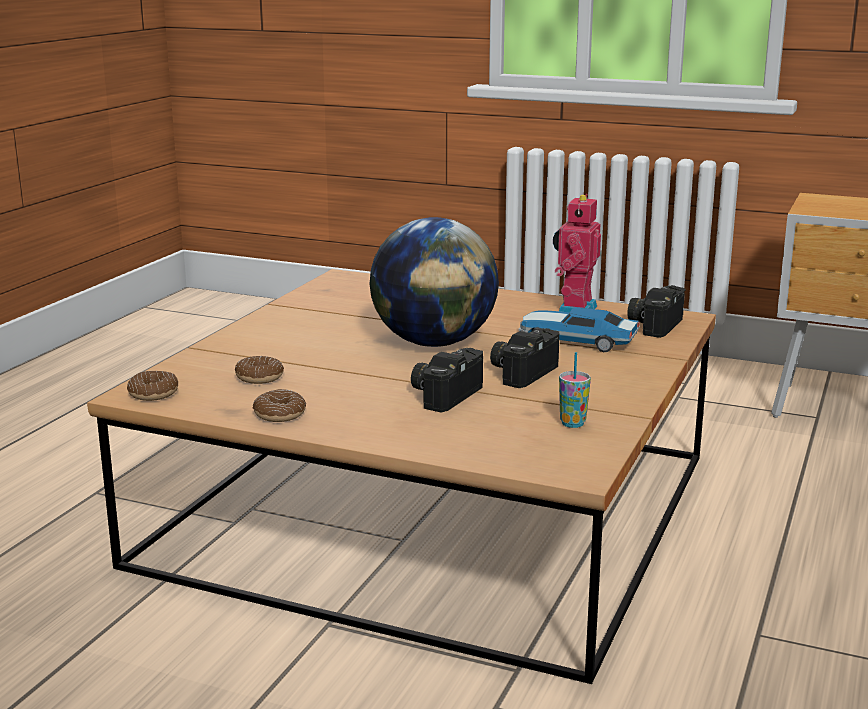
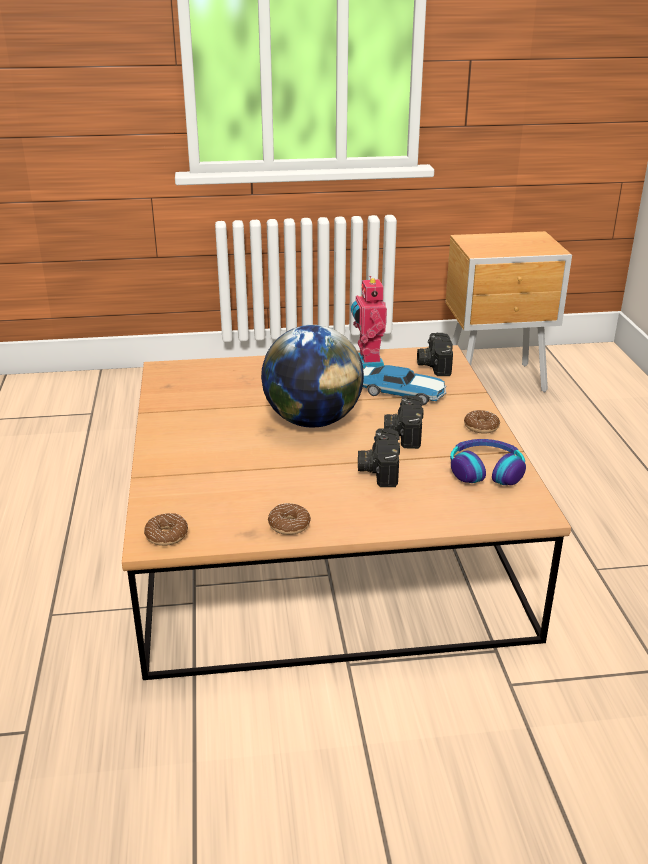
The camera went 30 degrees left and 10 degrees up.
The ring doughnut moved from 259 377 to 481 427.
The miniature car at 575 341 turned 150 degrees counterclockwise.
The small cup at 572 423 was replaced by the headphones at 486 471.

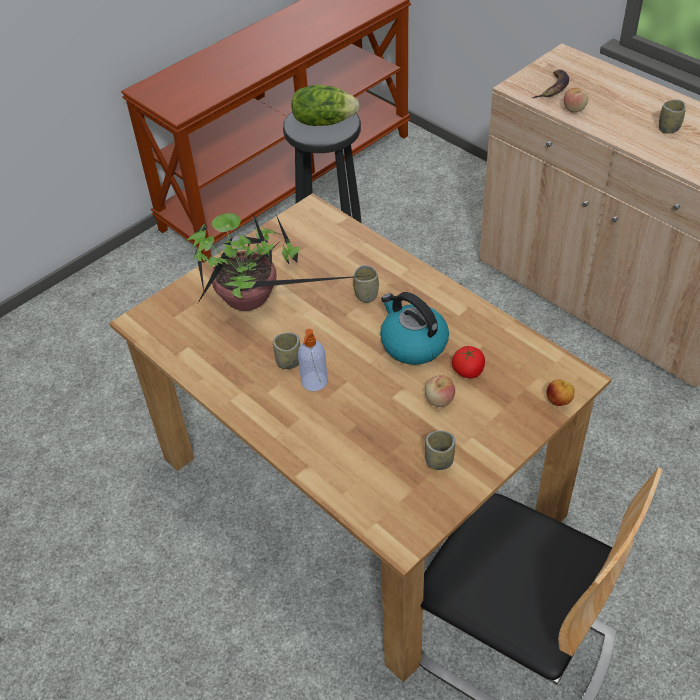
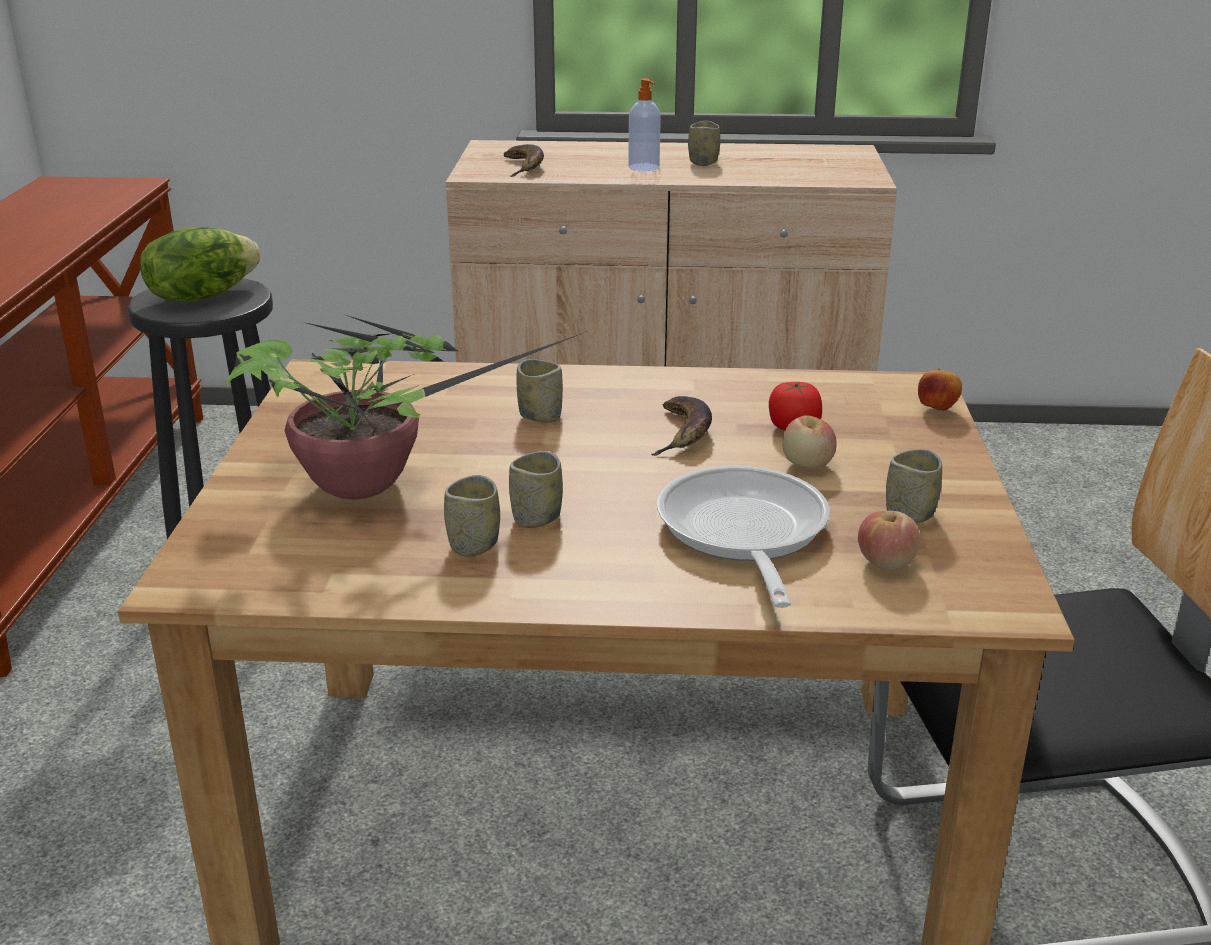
The camera went 45 degrees left and 20 degrees down.
The liquid soap bottle moved from 314 382 to 644 167.
The tea kettle at 412 344 was replaced by the banana fruit at 682 433.
The whole apple moved from 574 109 to 885 563.
The small cup at 473 545 appeared.
The frying pan at 743 534 appeared.

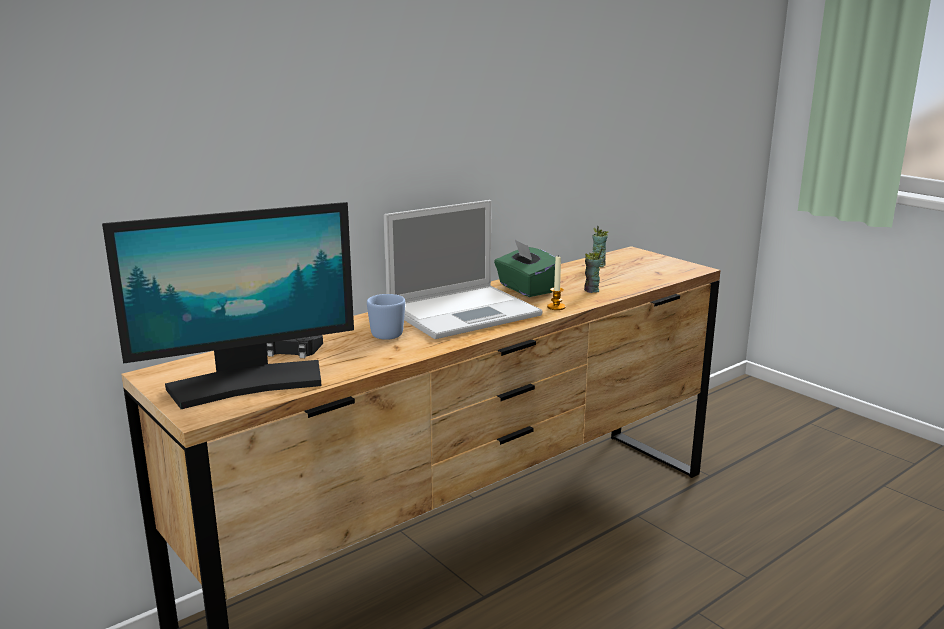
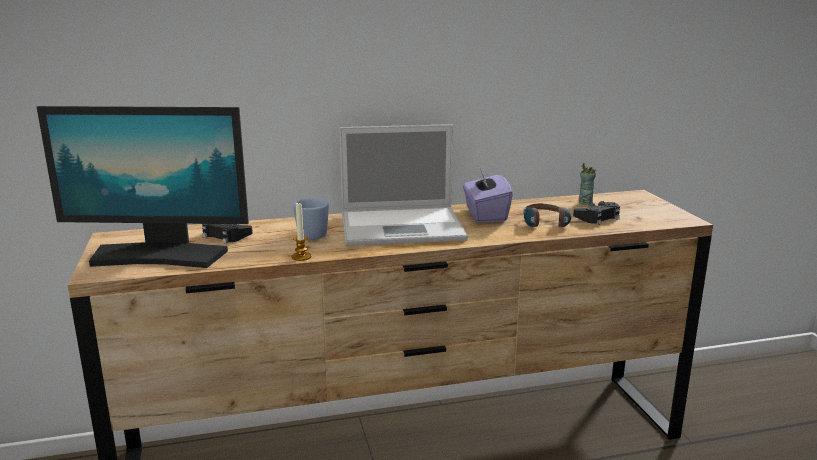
The camera went 25 degrees right and 0 degrees up.
The green tissue holder at 525 289 became the purple-coloured tissue holder at 485 215.
The wax candle moved from 556 307 to 301 257.
The small cup at 591 290 was replaced by the headphones at 546 225.
The blackish gamepad at 597 218 appeared.

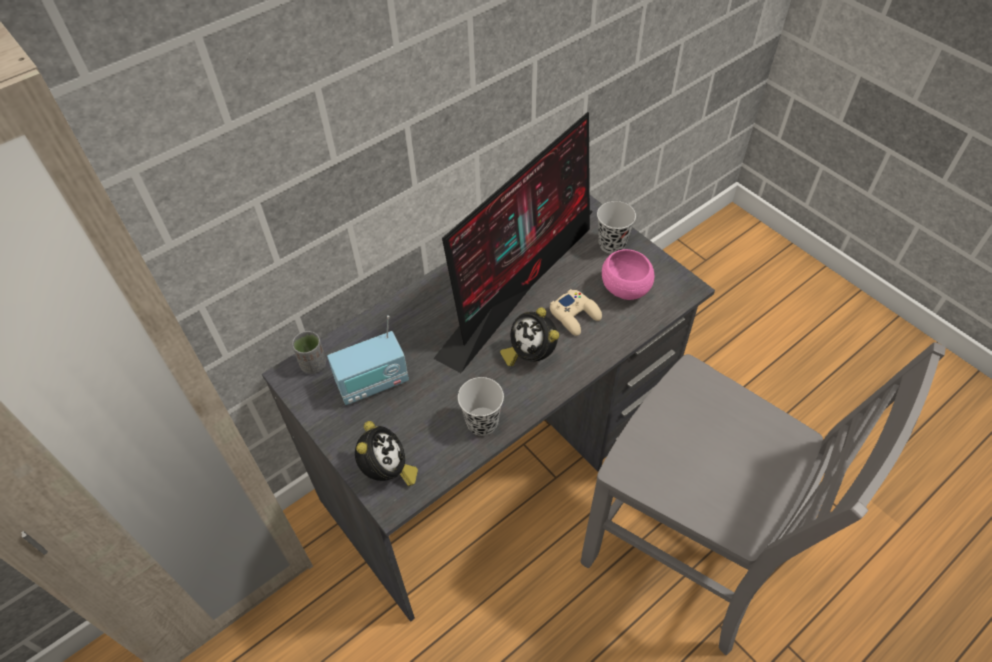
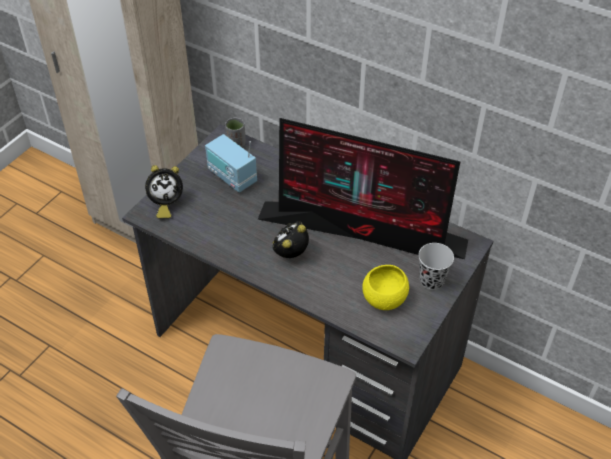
The camera went 70 degrees right and 5 degrees down.
The blackish small cup at 482 422 disappeared.
The beige gamepad at 575 316 disappeared.
The pink-coloured deep dish at 625 289 became the yellow deep dish at 384 299.

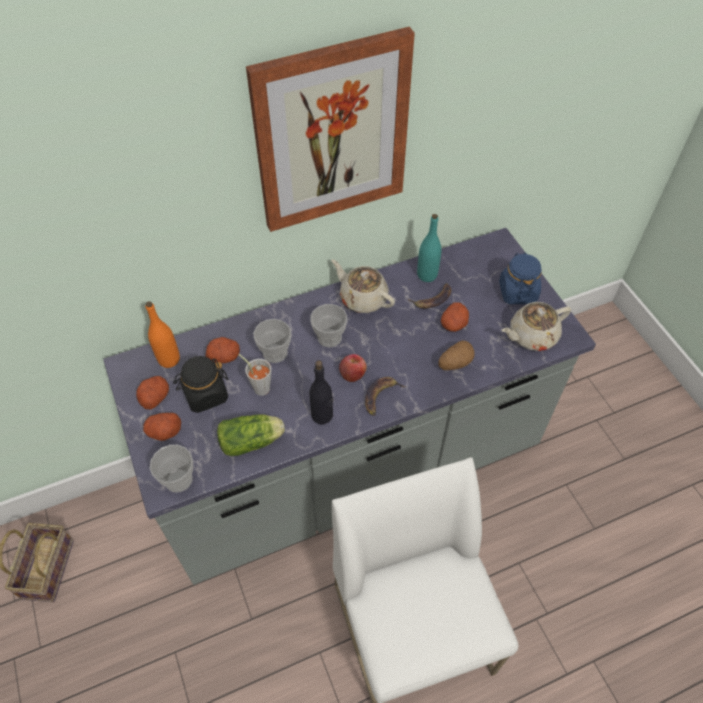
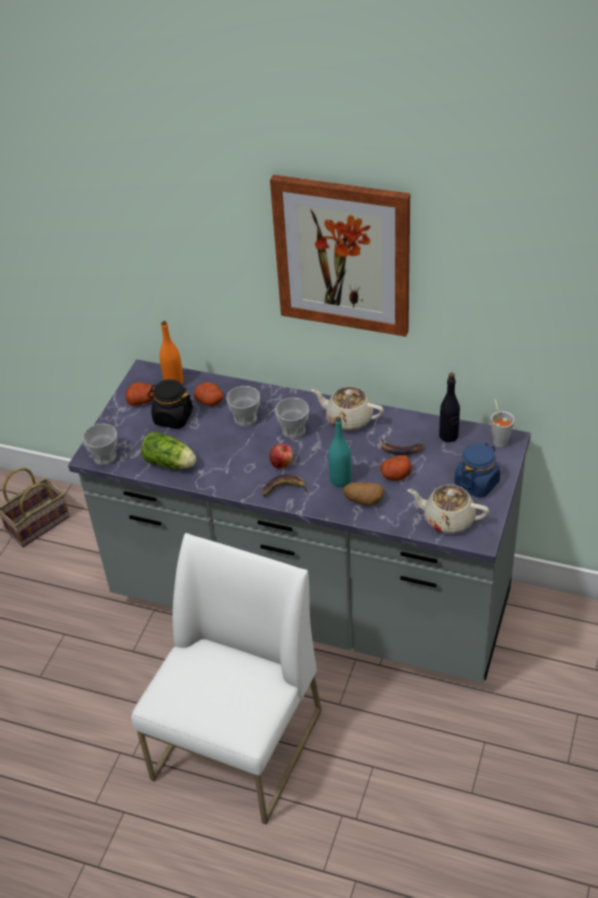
The camera went 45 degrees right and 10 degrees down.
The whole potato at 164 432 disappeared.
The greyish small cup moved from 259 386 to 499 440.
The blackish beverage bottle moved from 322 415 to 448 436.
The beige pot for tea at 362 298 turned 60 degrees counterclockwise.
The turquoise-coloured beverage bottle moved from 427 275 to 340 480.

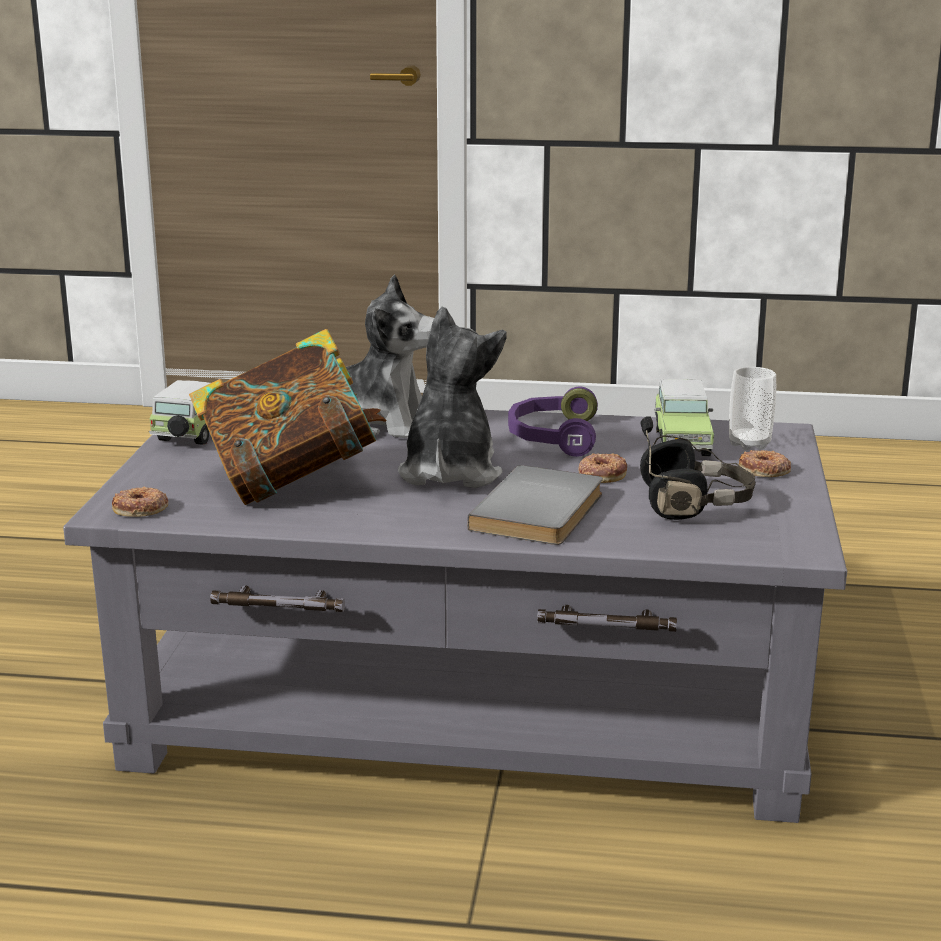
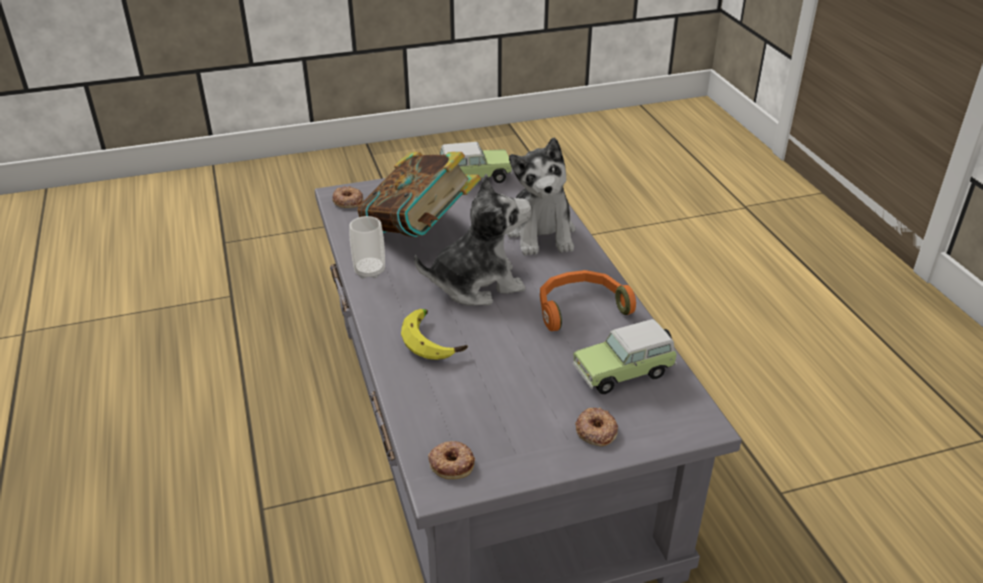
The camera went 65 degrees right and 15 degrees up.
The greyish book at 542 512 was replaced by the banana fruit at 434 340.
The purple-coloured headphones at 552 437 became the orange-coloured headphones at 580 308.
The ring doughnut moved from 601 474 to 451 463.
The blackish headphones at 694 505 disappeared.
The small cup moved from 749 444 to 369 271.

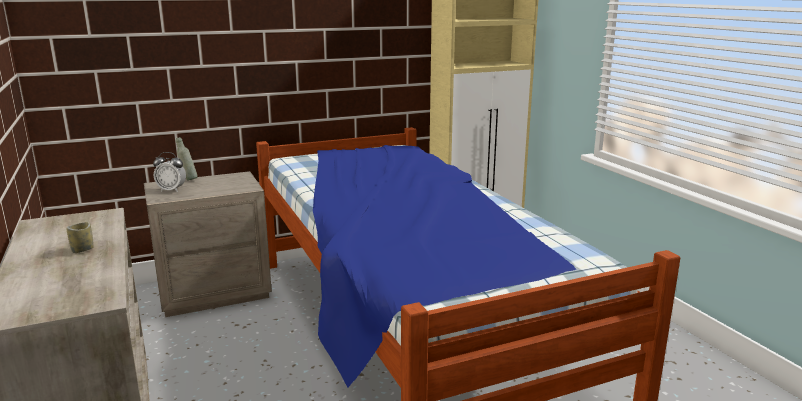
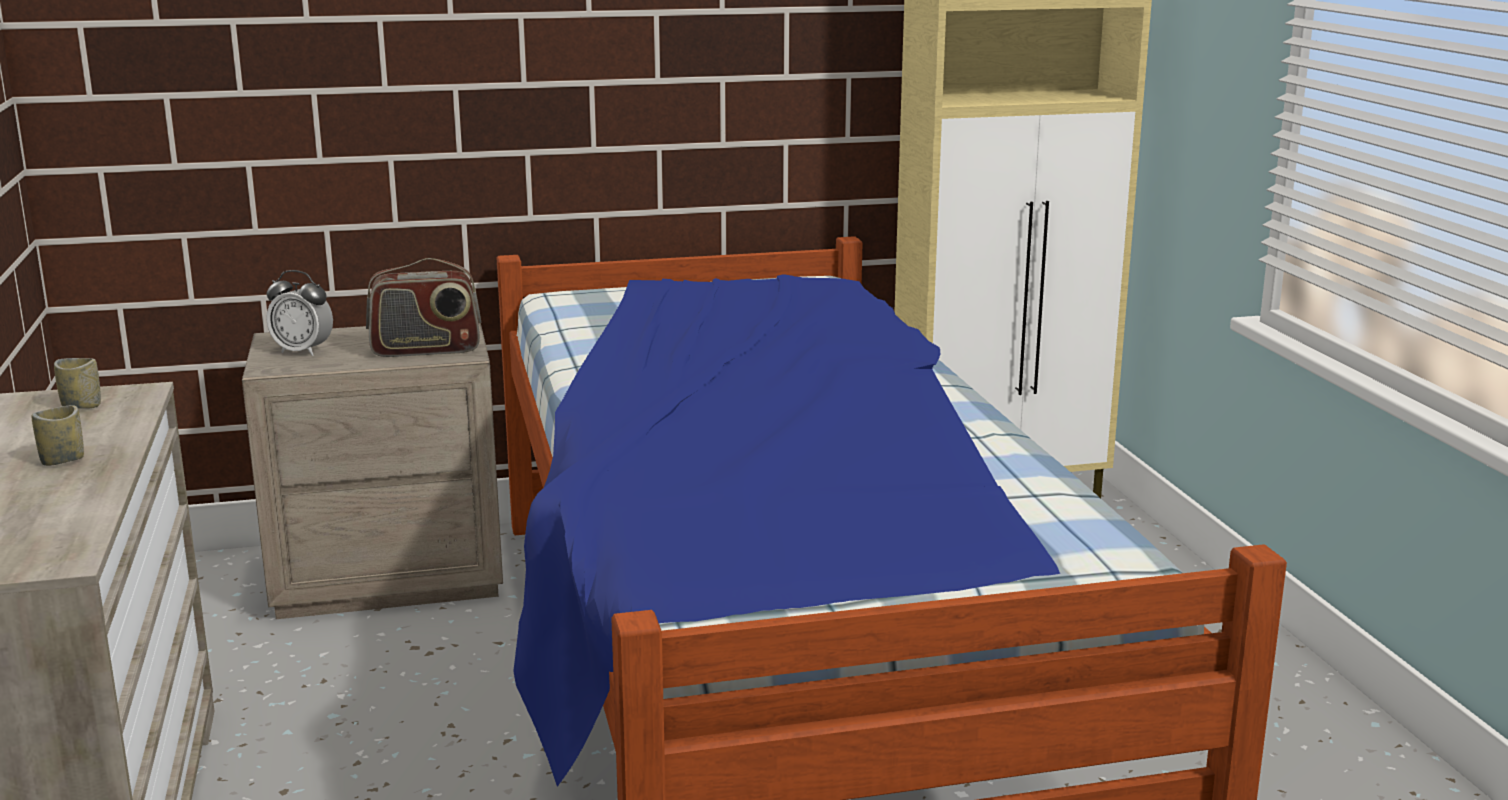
The camera went 10 degrees right and 0 degrees up.
The greyish beverage bottle at 188 179 disappeared.
The small cup at 81 406 appeared.
The radio at 426 350 appeared.

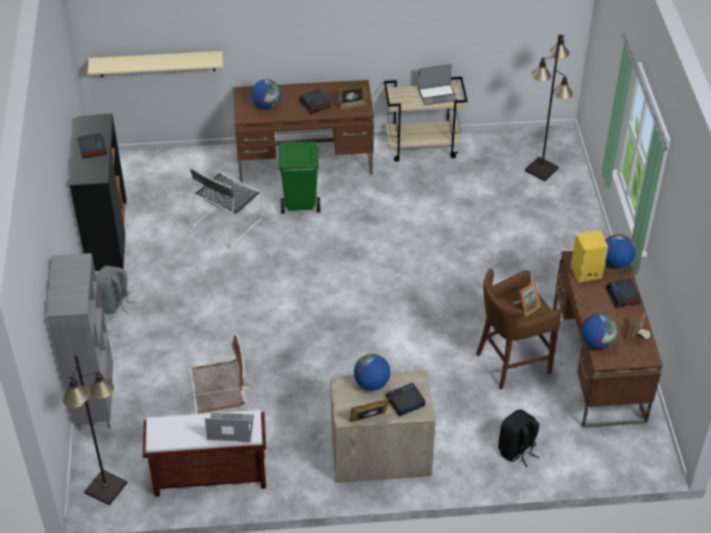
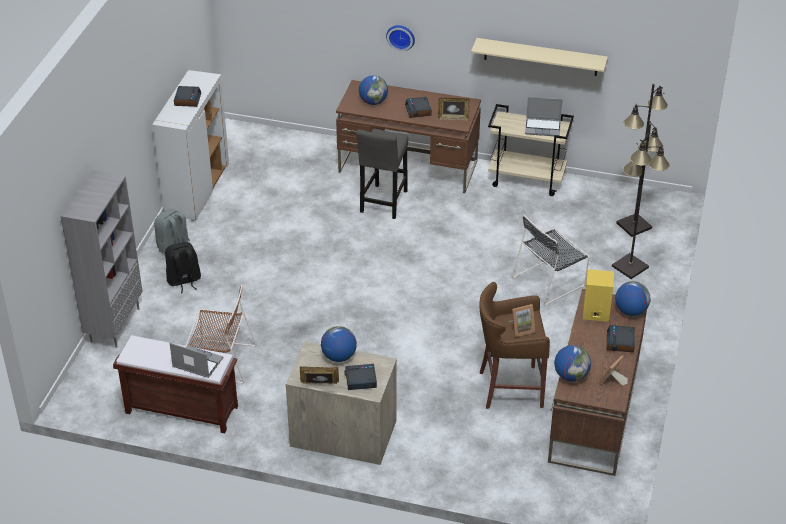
The camera went 20 degrees right and 5 degrees down.
The blackish floor lamp moved from 105 488 to 629 267.
The blackish cupboard at 107 236 became the white-coloured cupboard at 197 190.
The beige shelf moved from 157 64 to 540 57.
The blackish chair moved from 228 222 to 550 280.
The green waste bin at 300 204 was replaced by the greyish stool seat at 383 203.
The blackish backpack moved from 517 450 to 184 281.
The wall clock at 401 36 appeared.

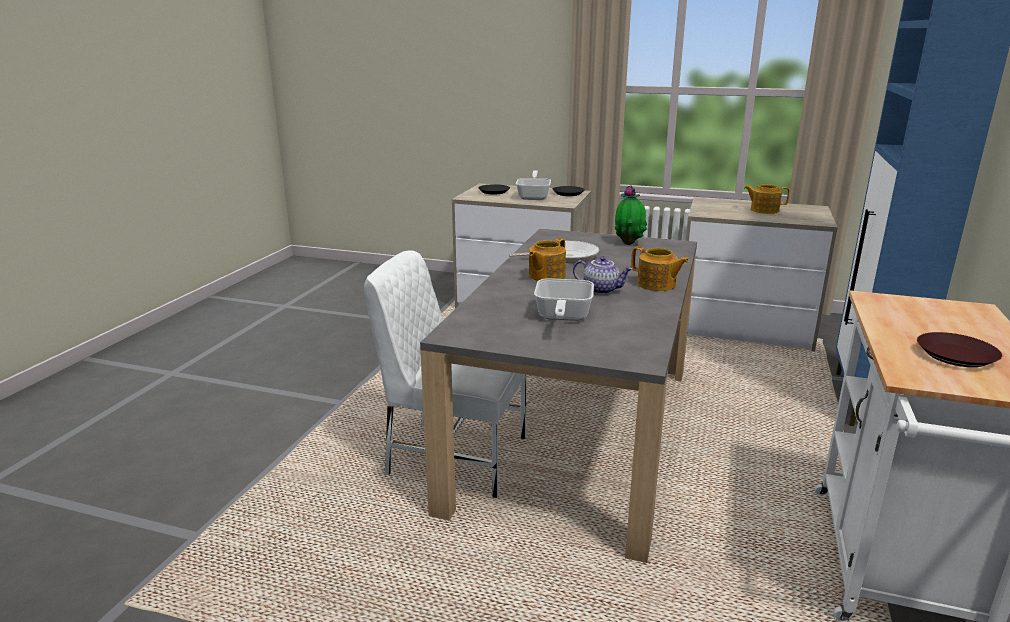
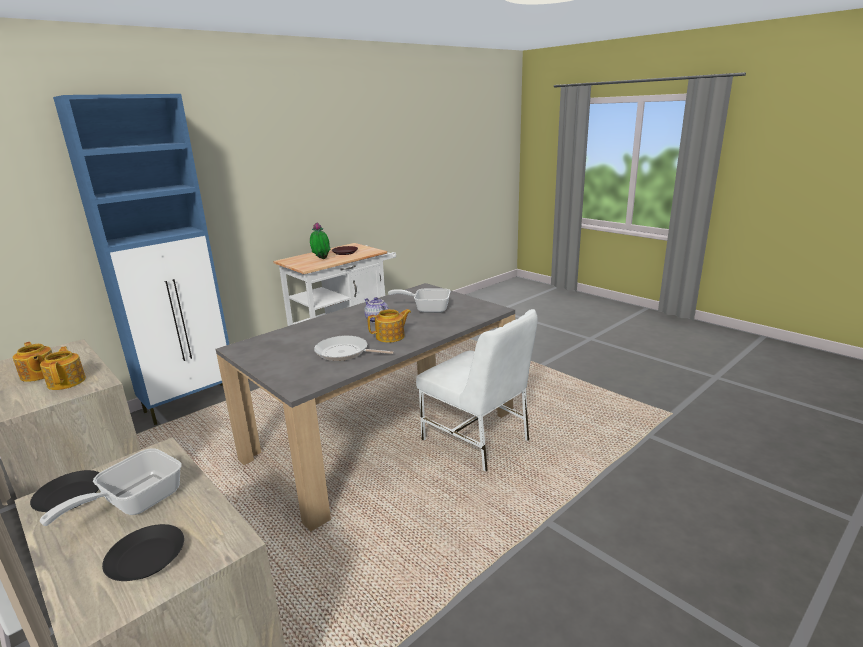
The camera went 150 degrees left and 0 degrees up.
The frying pan at 562 317 turned 120 degrees counterclockwise.
The houseplant moved from 629 243 to 321 259.
The pot for tea moved from 657 285 to 67 381.

